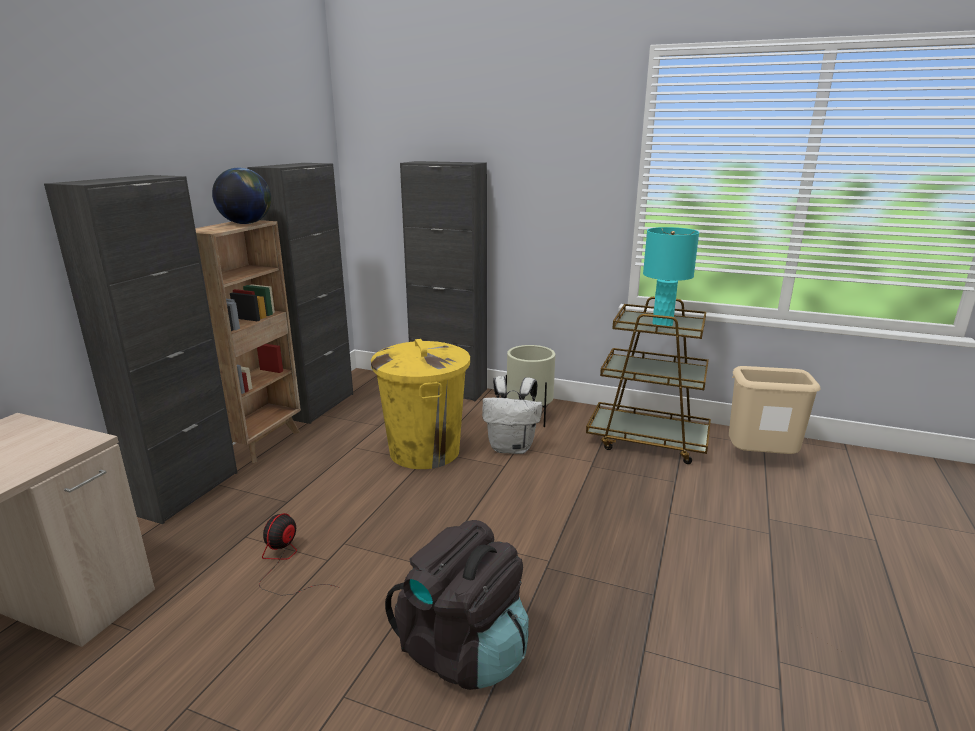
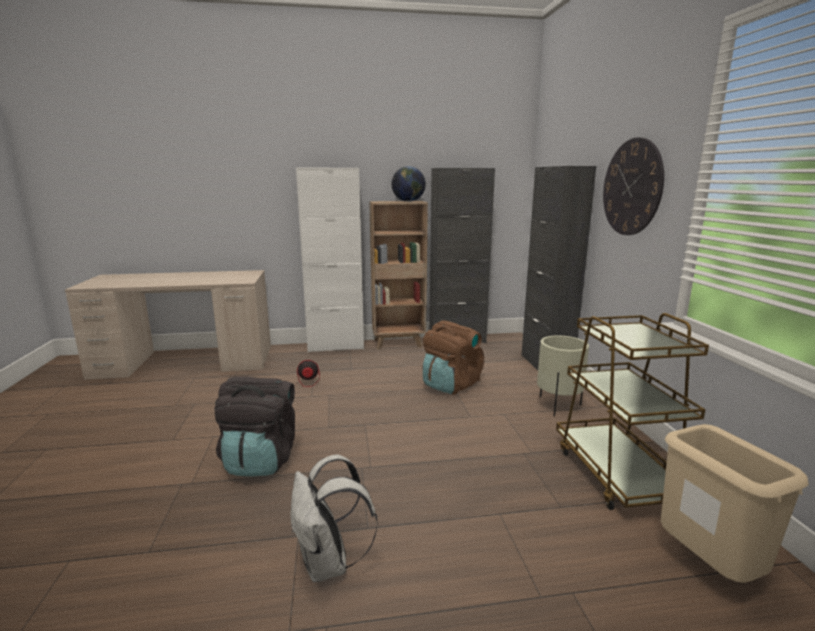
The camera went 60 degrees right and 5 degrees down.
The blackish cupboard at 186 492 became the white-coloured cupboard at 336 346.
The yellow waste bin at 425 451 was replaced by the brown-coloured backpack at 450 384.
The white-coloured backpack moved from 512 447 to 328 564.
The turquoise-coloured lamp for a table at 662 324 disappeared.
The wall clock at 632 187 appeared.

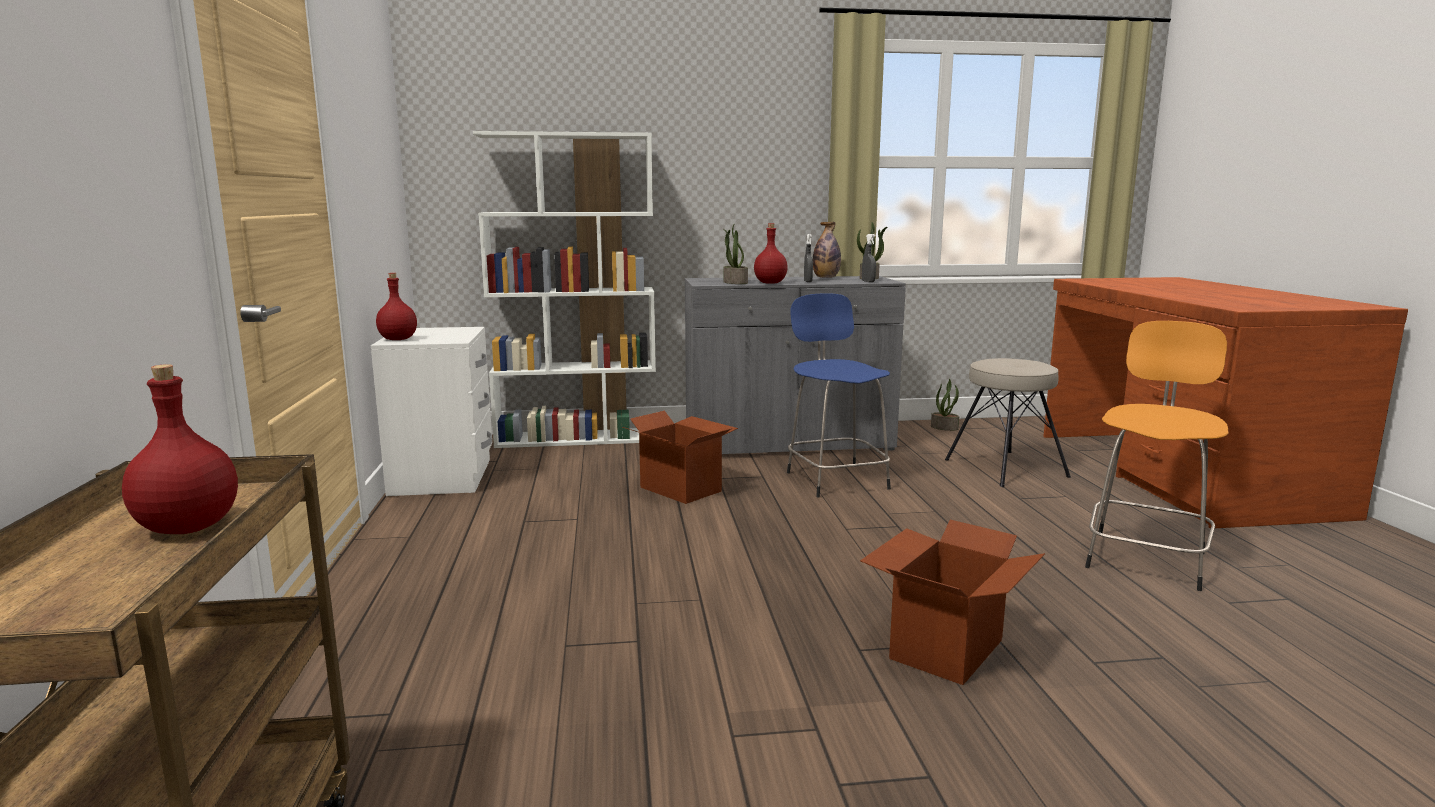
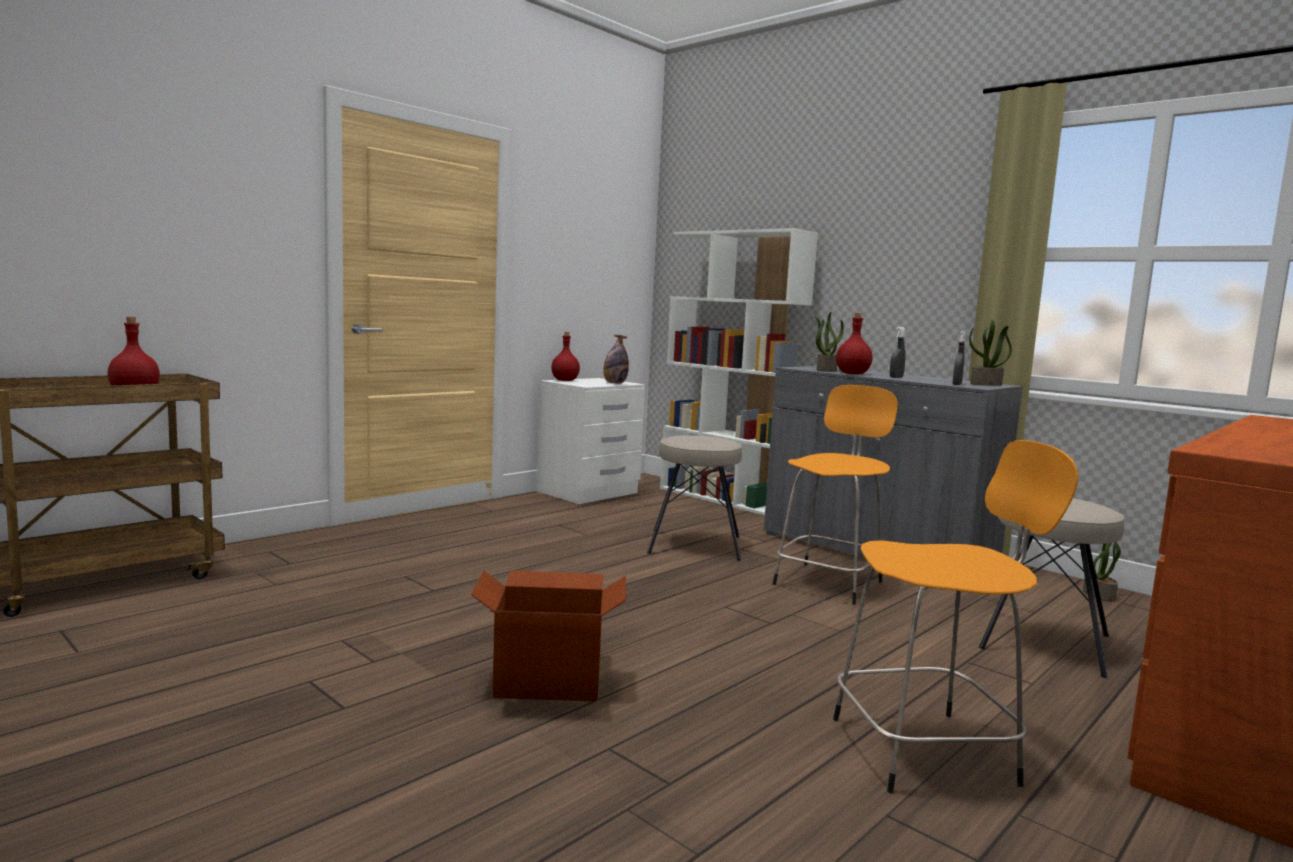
The camera went 50 degrees right and 5 degrees down.
The packing box at 681 489 was replaced by the beige stool seat at 694 544.
The blue-coloured stool seat at 835 479 became the orange-coloured stool seat at 830 582.
The beverage bottle moved from 826 278 to 615 383.

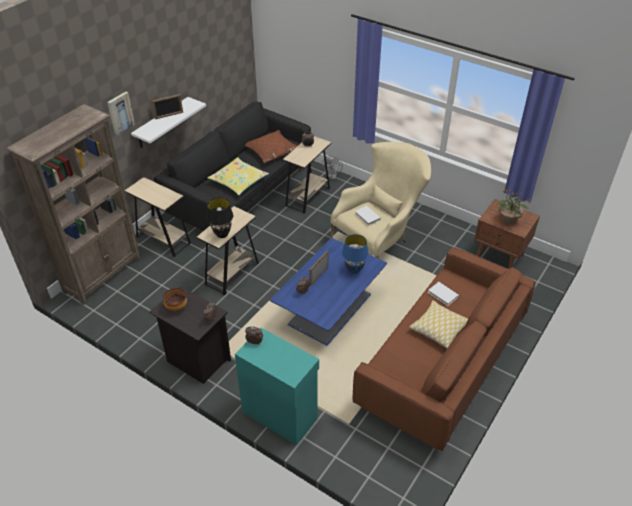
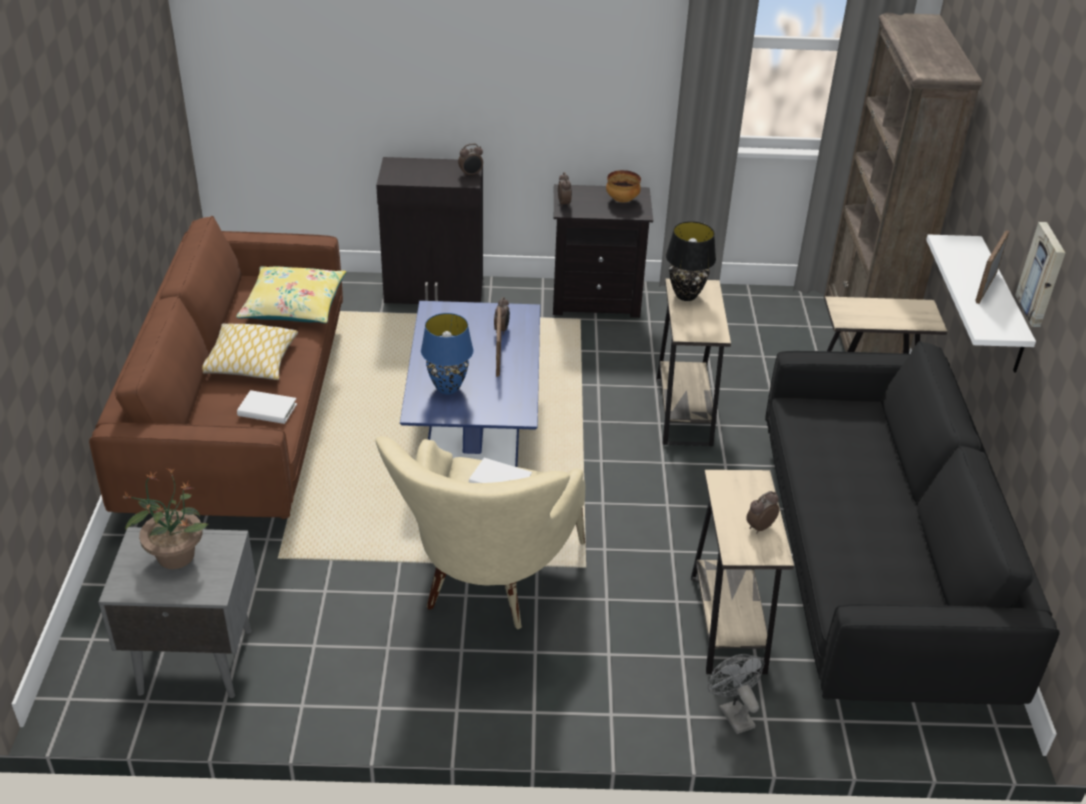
The camera went 145 degrees right and 5 degrees down.
The picture moved from 120 113 to 1043 274.
The yellow cushion moved from 238 181 to 293 306.
The turquoise-coloured cupboard at 280 414 became the blackish cupboard at 434 291.
The brown-coloured cushion at 272 151 disappeared.
The brown-coloured bedside table at 499 258 became the greyish bedside table at 194 660.

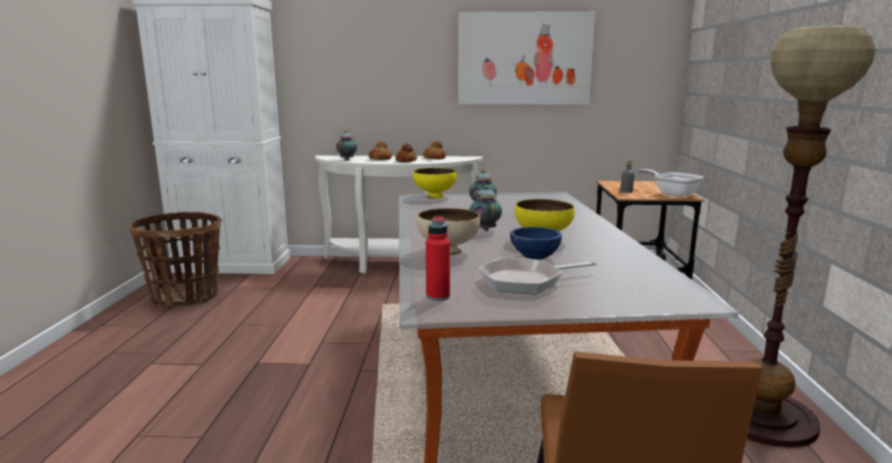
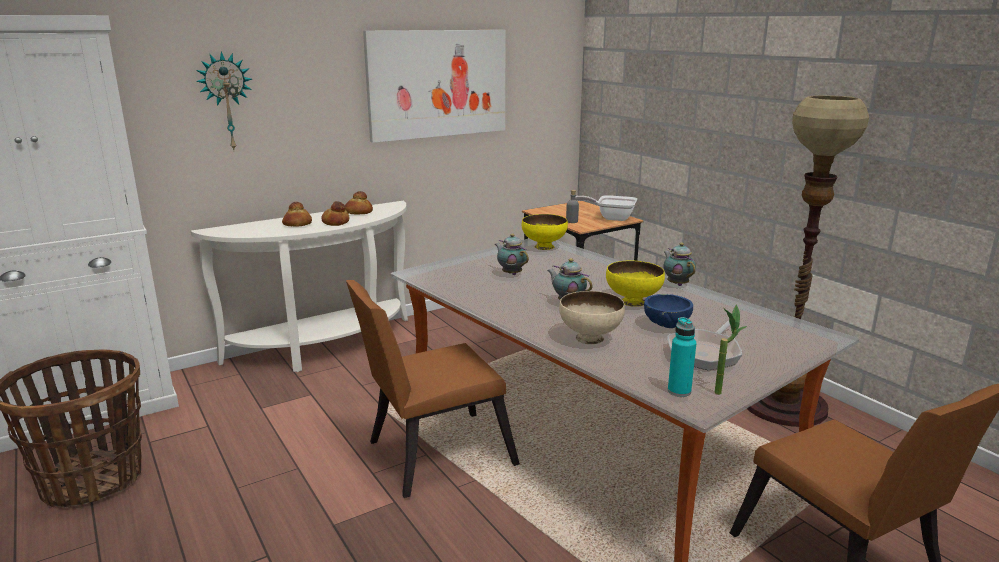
The camera went 35 degrees left and 5 degrees up.
The pot for tea moved from 347 159 to 677 284.
The yellow deep dish moved from 435 197 to 544 246.
The red beverage bottle at 438 296 became the turquoise-coloured beverage bottle at 679 391.
The wall clock at 226 102 appeared.
The brown-coloured chair at 432 455 appeared.
The houseplant at 722 390 appeared.

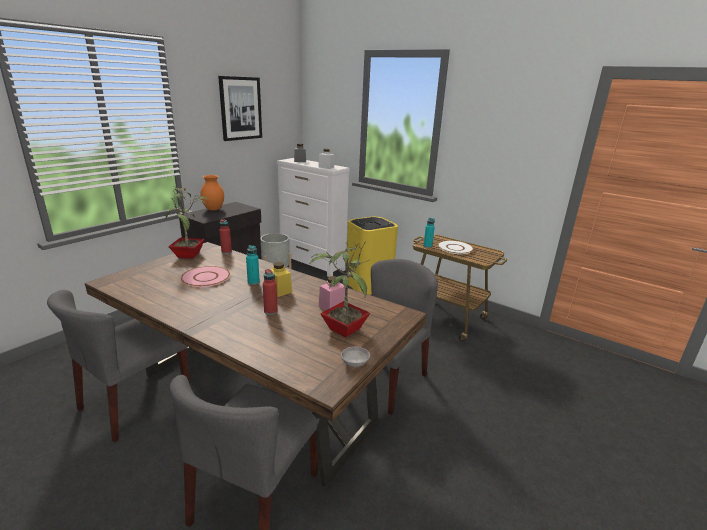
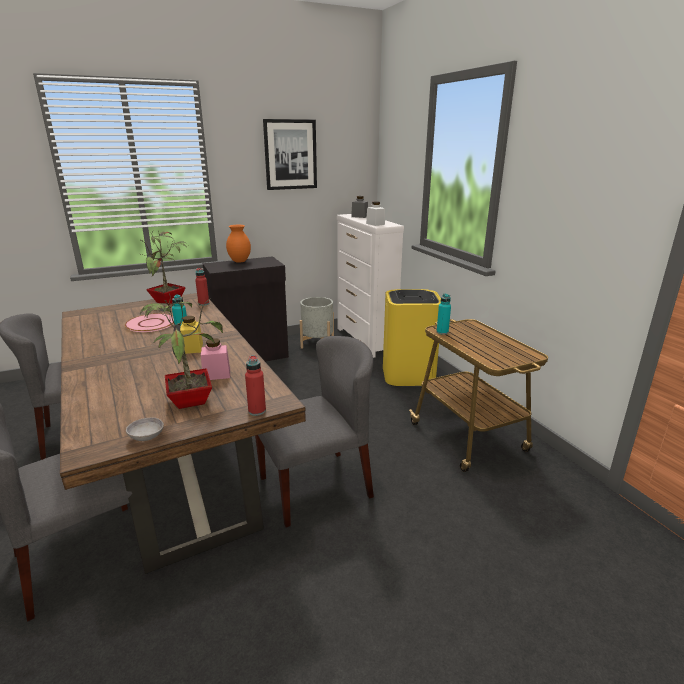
The camera went 30 degrees right and 0 degrees up.
The red beverage bottle moved from 270 311 to 257 411.
The white-coloured dinner plate at 455 248 disappeared.

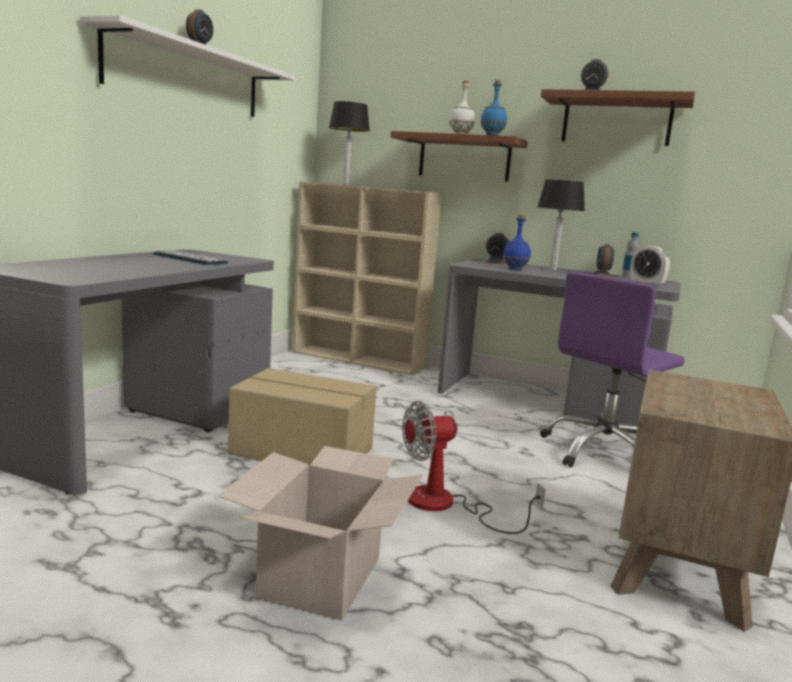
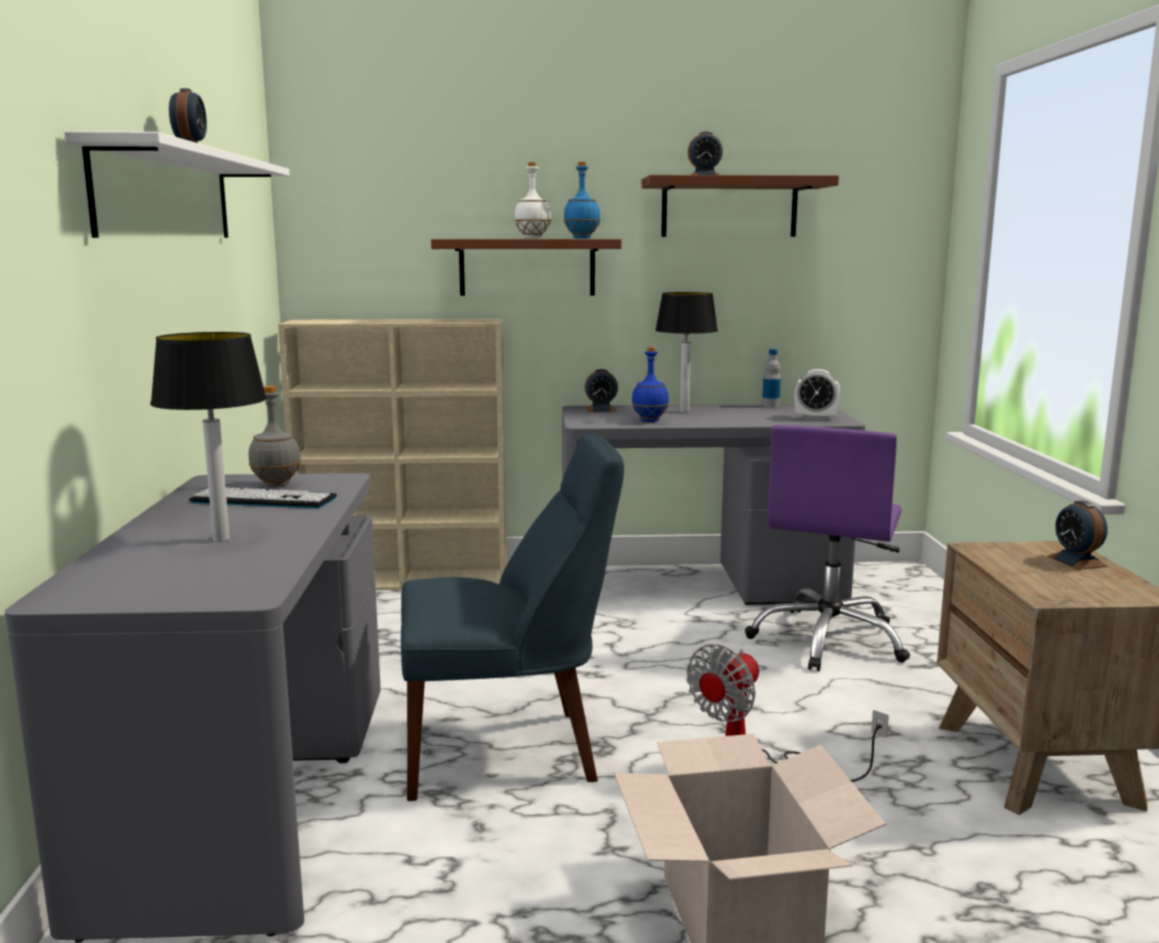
The camera went 25 degrees left and 0 degrees up.
The packing box at 302 452 was replaced by the blue-coloured chair at 508 752.
The lamp for a table moved from 345 184 to 220 538.
The bedside clock moved from 602 275 to 1077 561.
The greyish beverage bottle at 276 485 appeared.

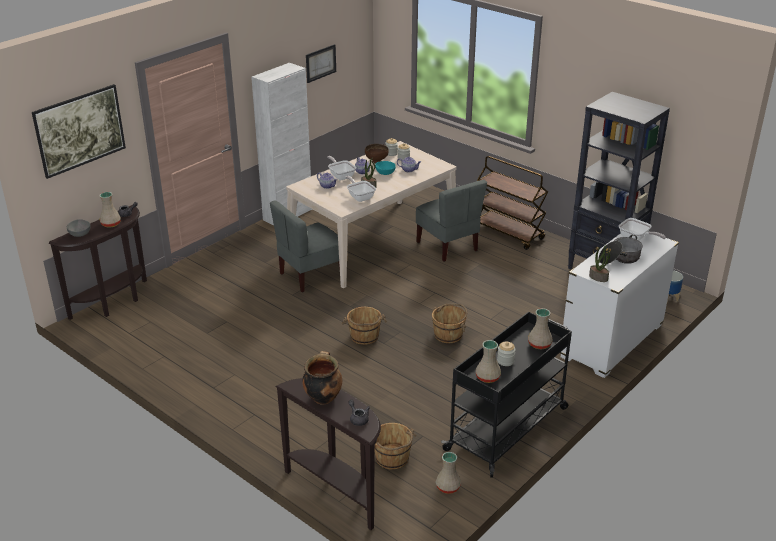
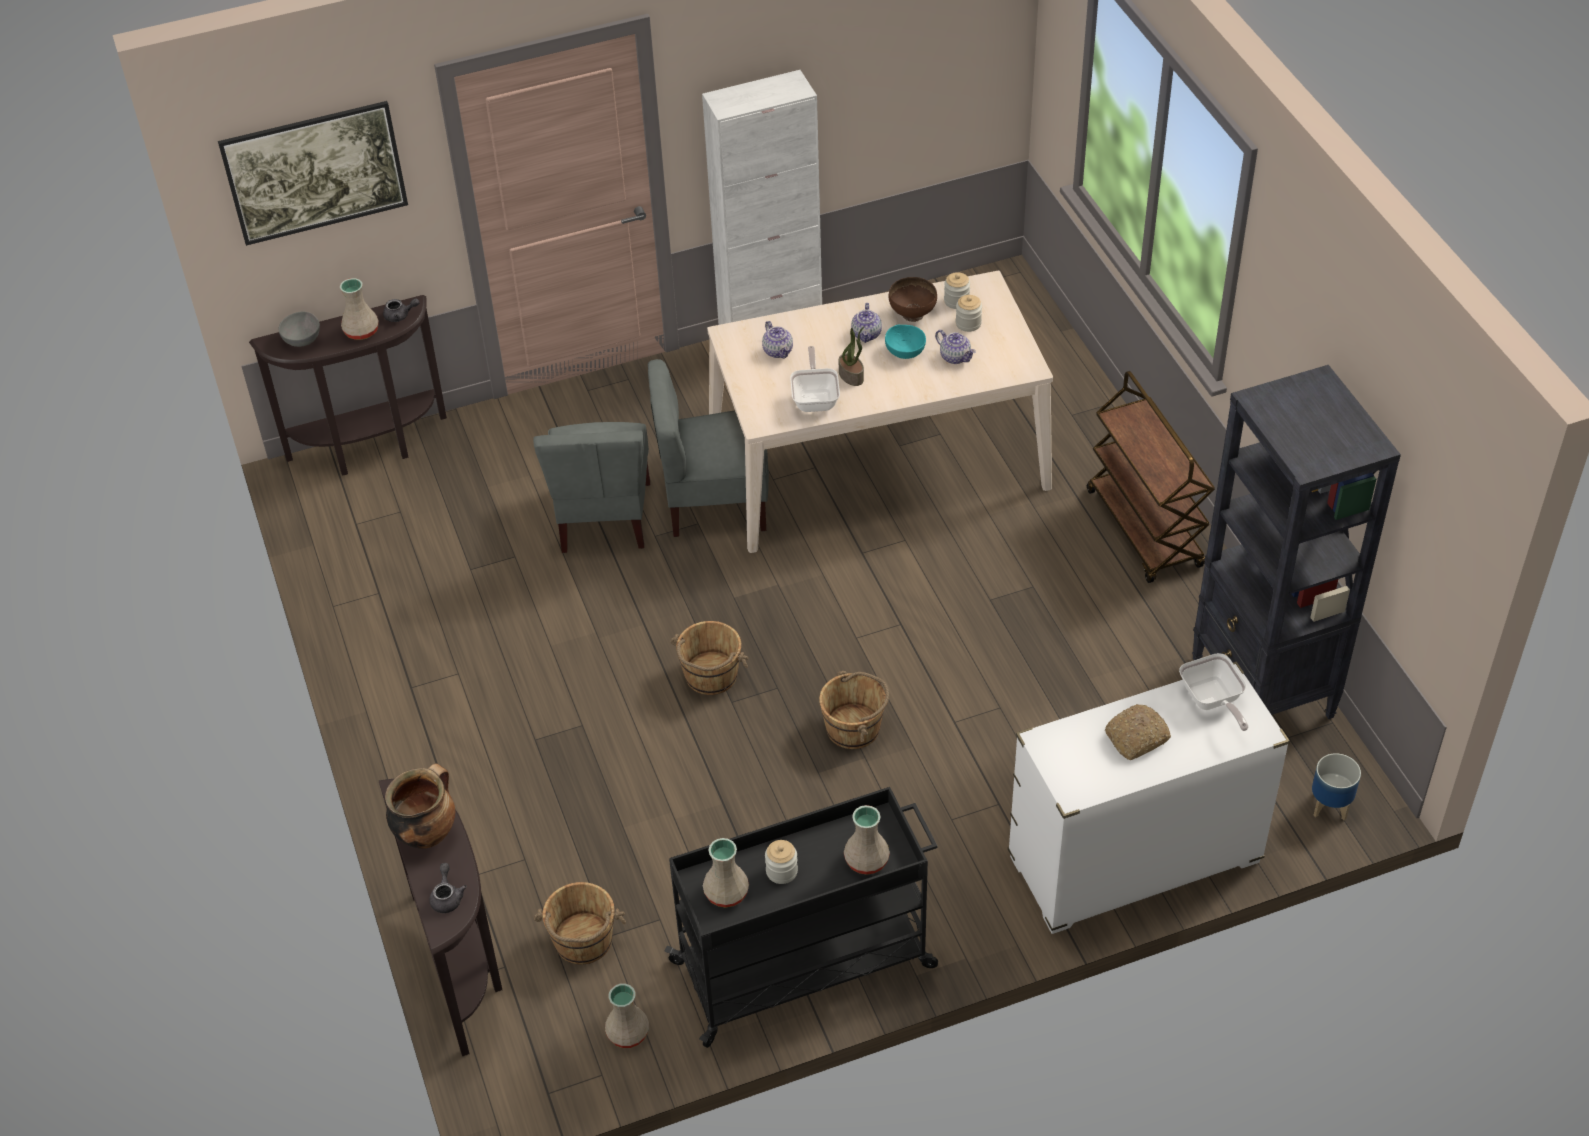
The camera went 30 degrees right and 15 degrees up.
The picture at 320 63 disappeared.
The frying pan at 341 176 disappeared.
The greyish chair moved from 448 246 to 603 518.
The houseplant at 598 277 disappeared.
The saucepot at 619 258 was replaced by the baked bread at 1136 738.

